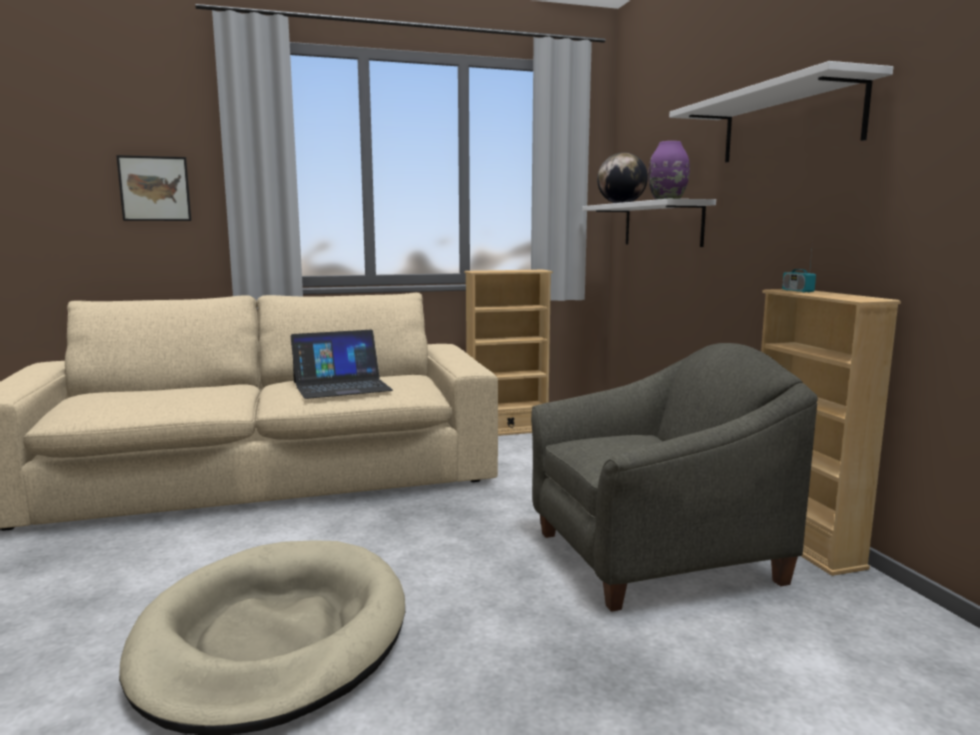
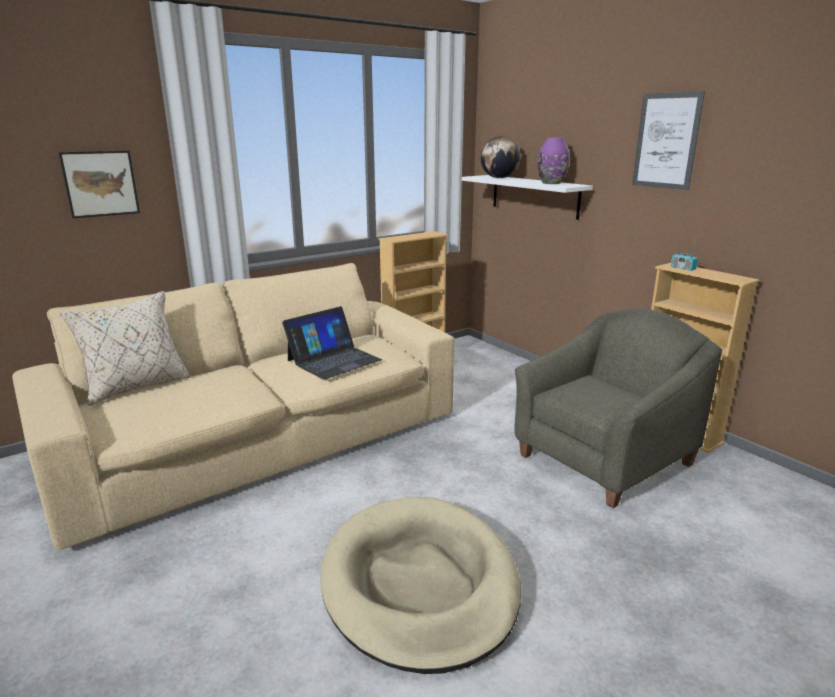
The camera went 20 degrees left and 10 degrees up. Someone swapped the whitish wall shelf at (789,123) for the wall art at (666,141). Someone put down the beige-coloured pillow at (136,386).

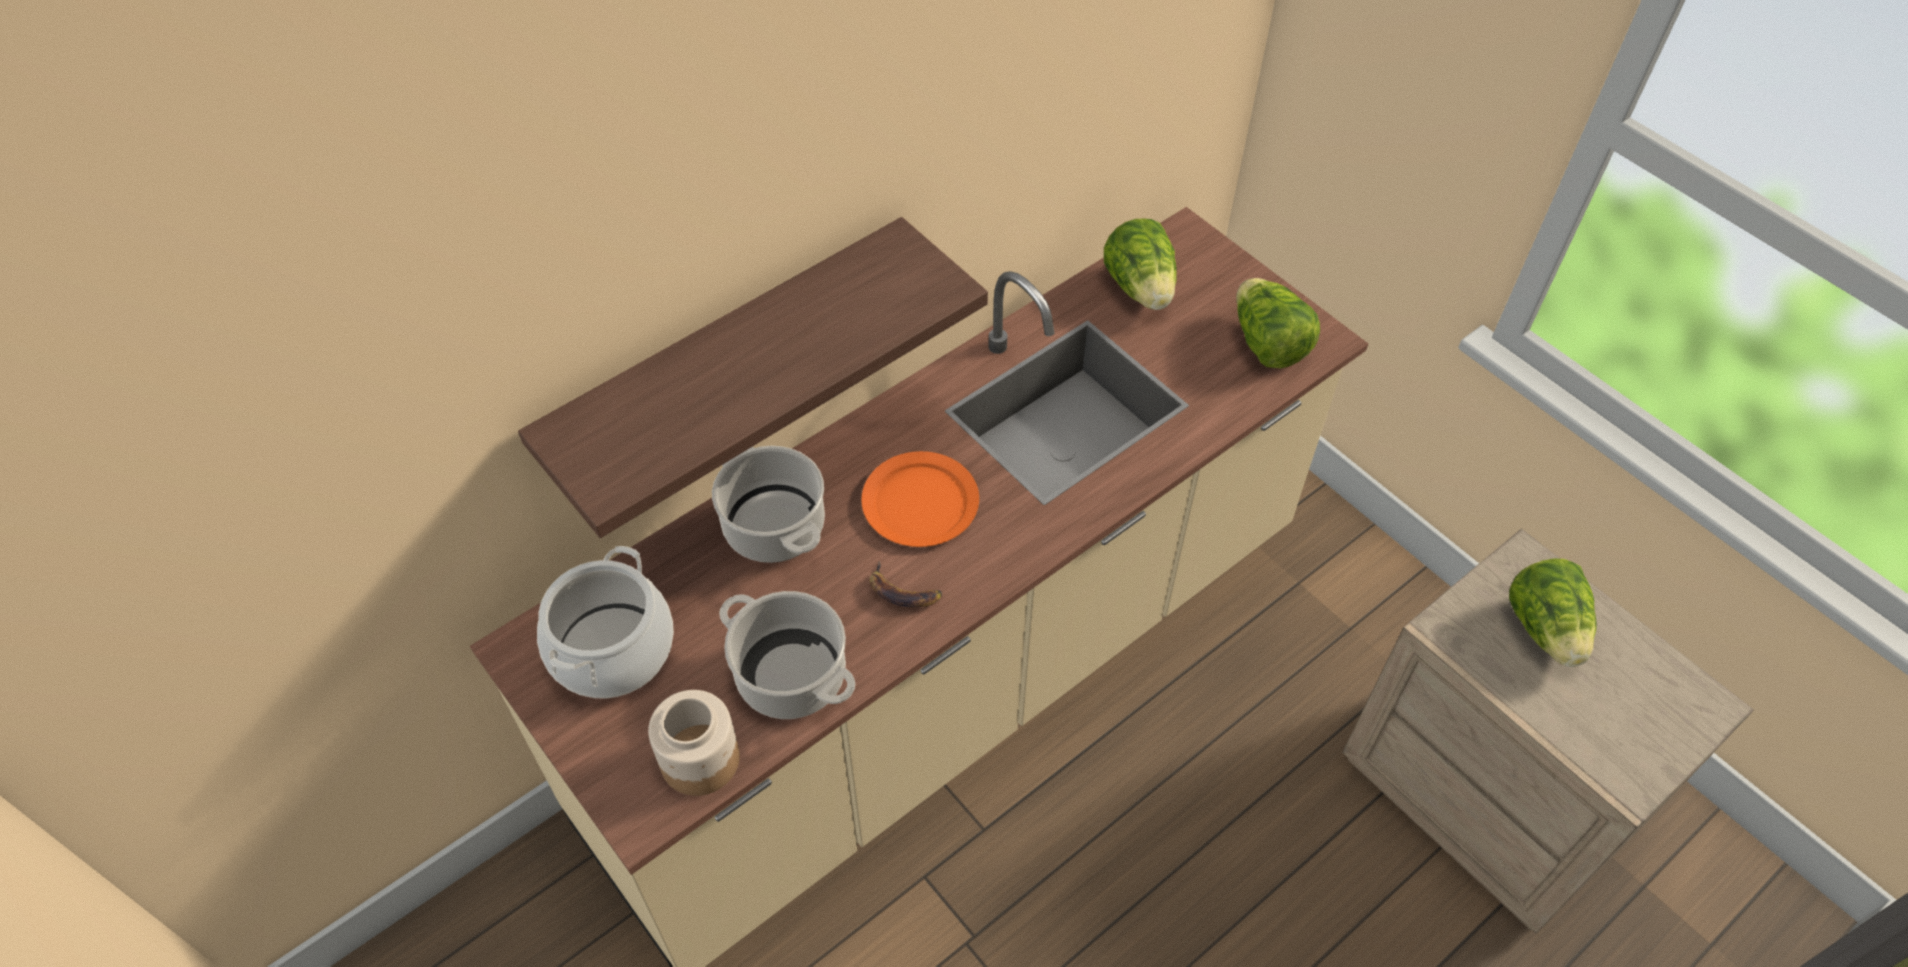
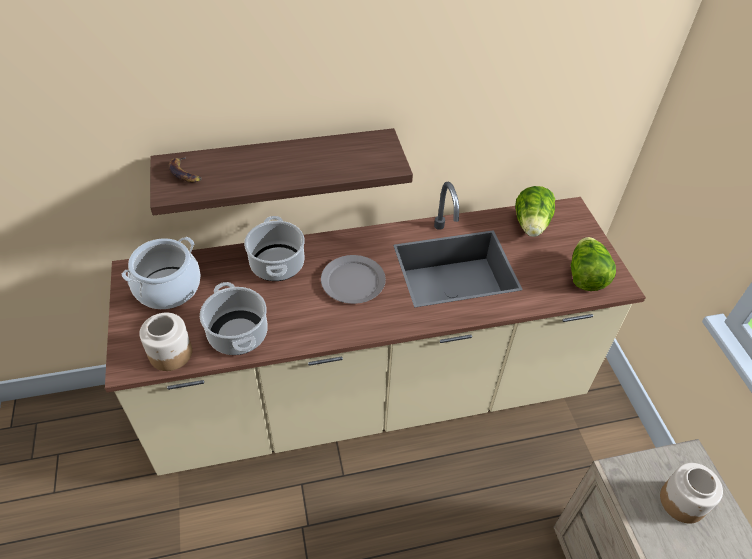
The camera went 25 degrees right and 5 degrees down. Someone repainted the orange plate at (921,503), which became the grey plate at (353,281). Someone swapped the lettuce at (1545,629) for the jar at (682,501). Someone carried the banana fruit from (903,591) to (185,173).

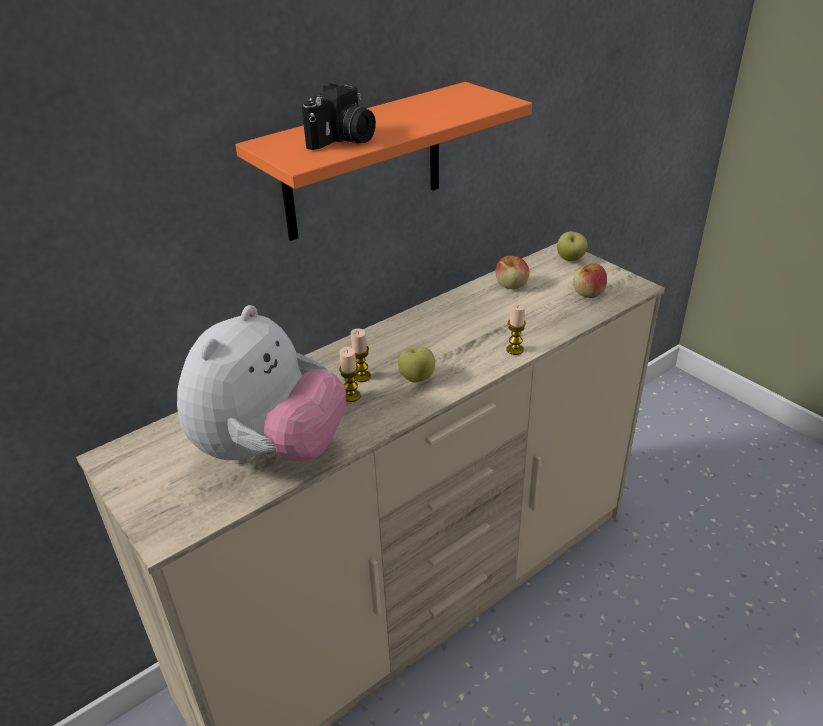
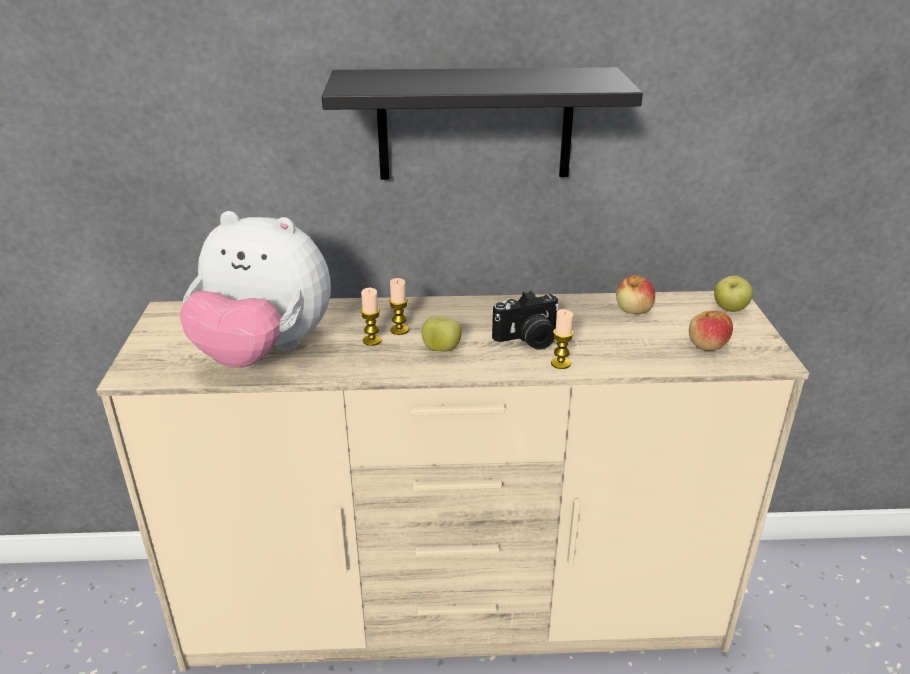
The camera went 35 degrees right and 5 degrees down. Someone repainted the orange wall shelf at (364,162), which became the blackish wall shelf at (475,124). Someone carried the still camera from (344,140) to (528,340). Someone rotated the plush toy at (270,451) by 45 degrees clockwise.

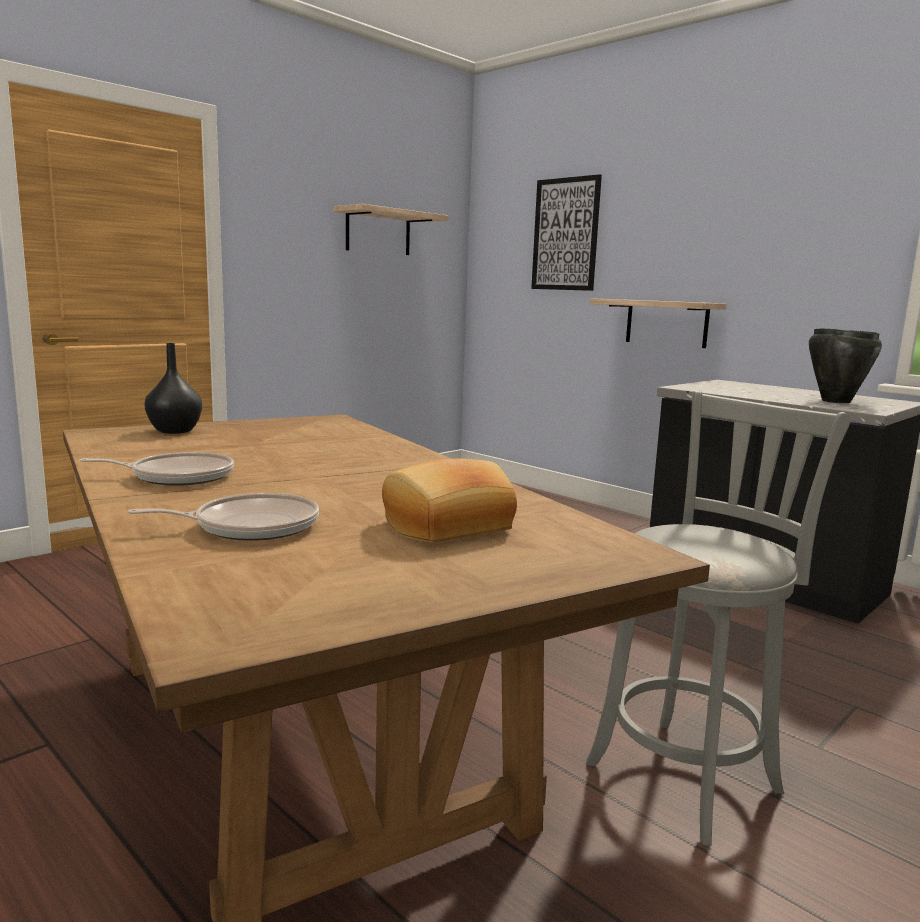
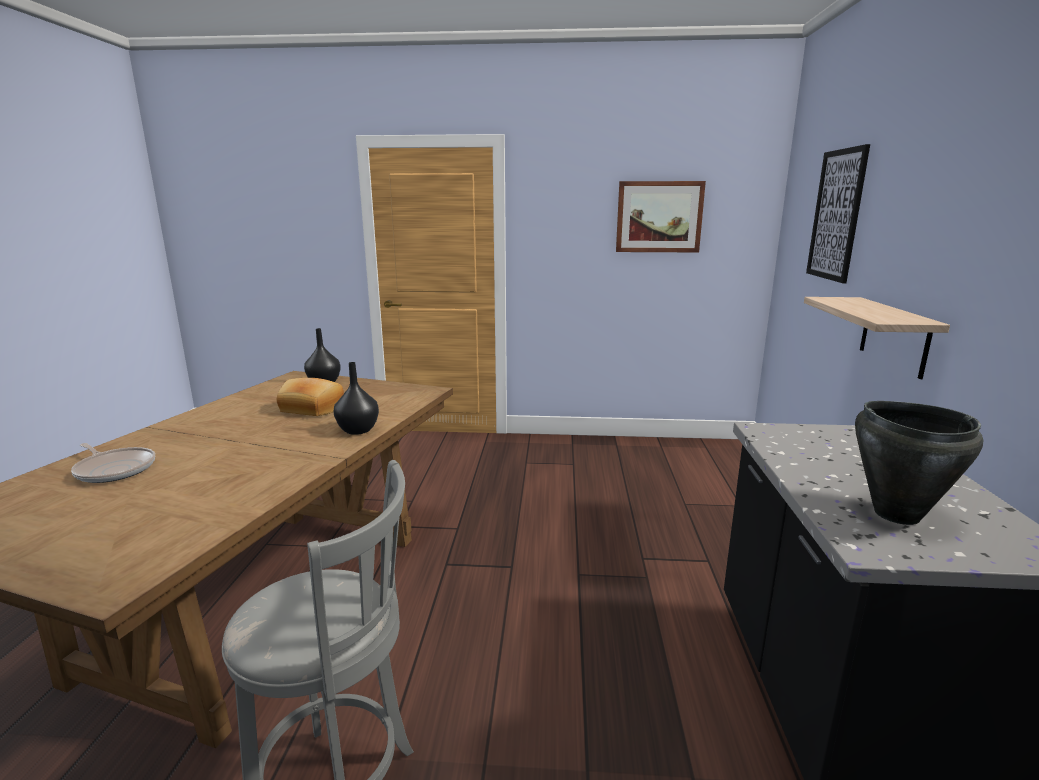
The camera went 50 degrees right and 5 degrees up. Someone swapped the wall shelf at (378,232) for the wall art at (659,217). Someone took away the pan at (177,476). Someone carried the baked bread from (448,527) to (311,409). Someone put down the blackish decorative vase at (357,430).

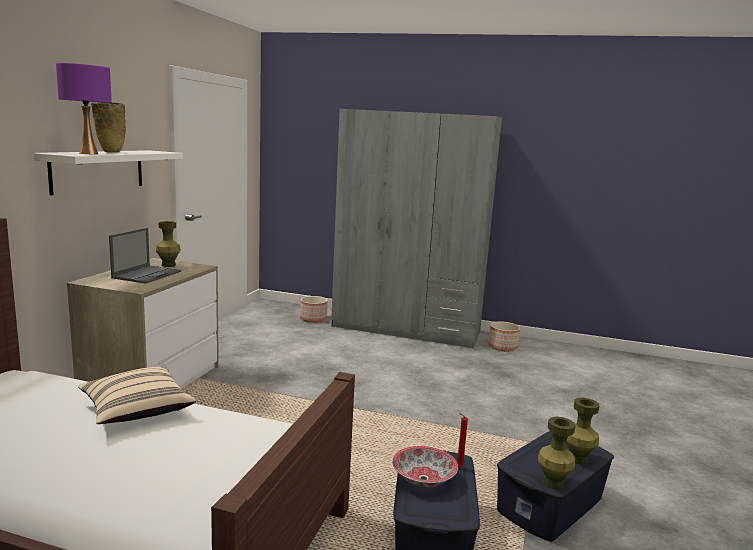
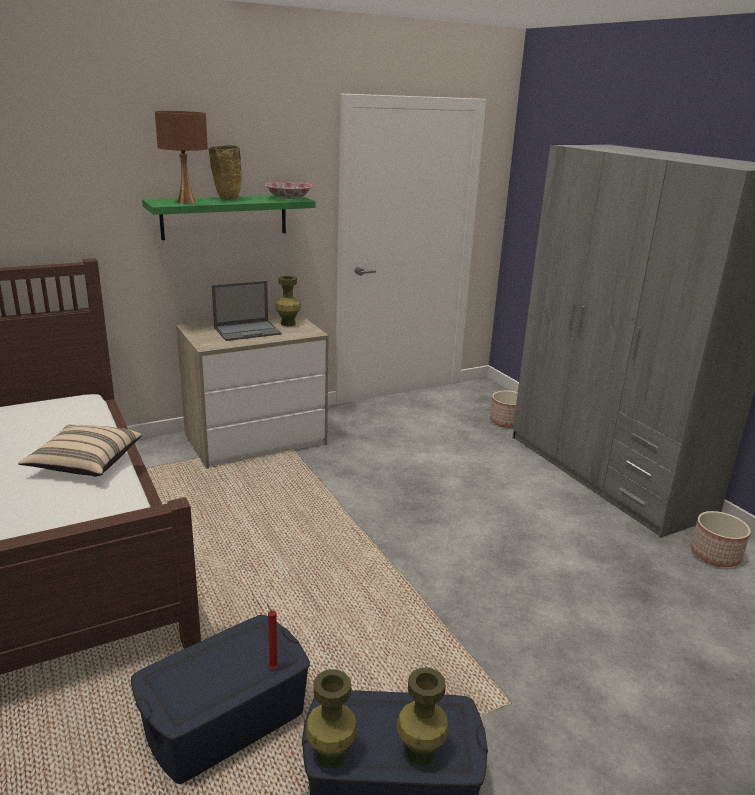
The camera went 45 degrees right and 10 degrees up. Someone repainted the purple table lamp at (88,153), which became the brown table lamp at (186,202). Someone repainted the whitish wall shelf at (98,170), which became the green wall shelf at (224,216). Someone carried the serving bowl from (423,479) to (288,198).

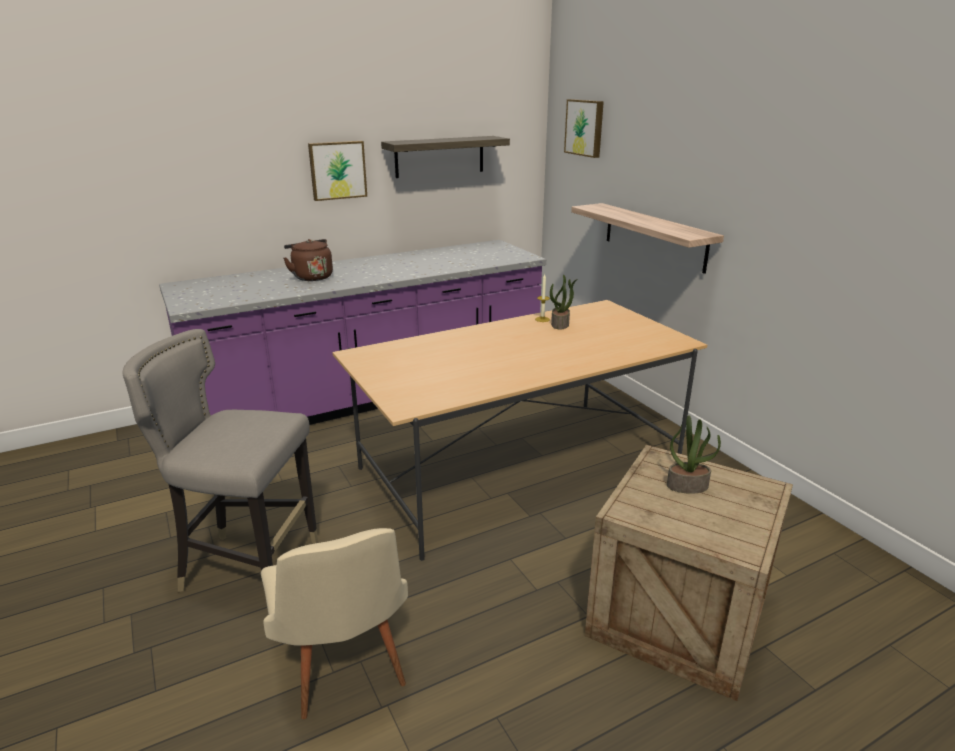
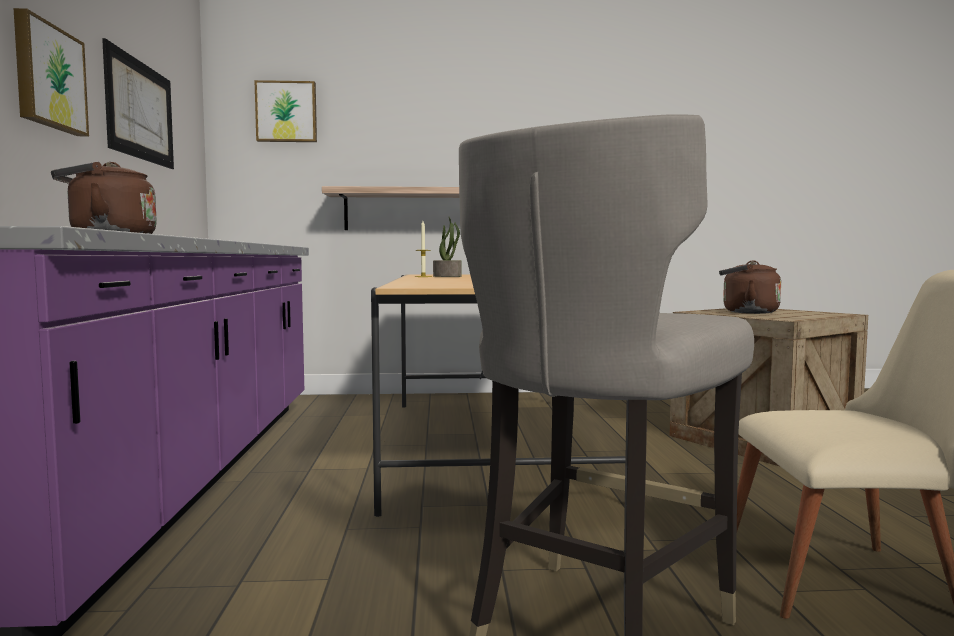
The camera went 65 degrees left and 20 degrees down. Someone swapped the wall shelf at (439,156) for the wall art at (140,111). Someone swapped the plant in a pot at (687,485) for the brown water kettle at (746,312).

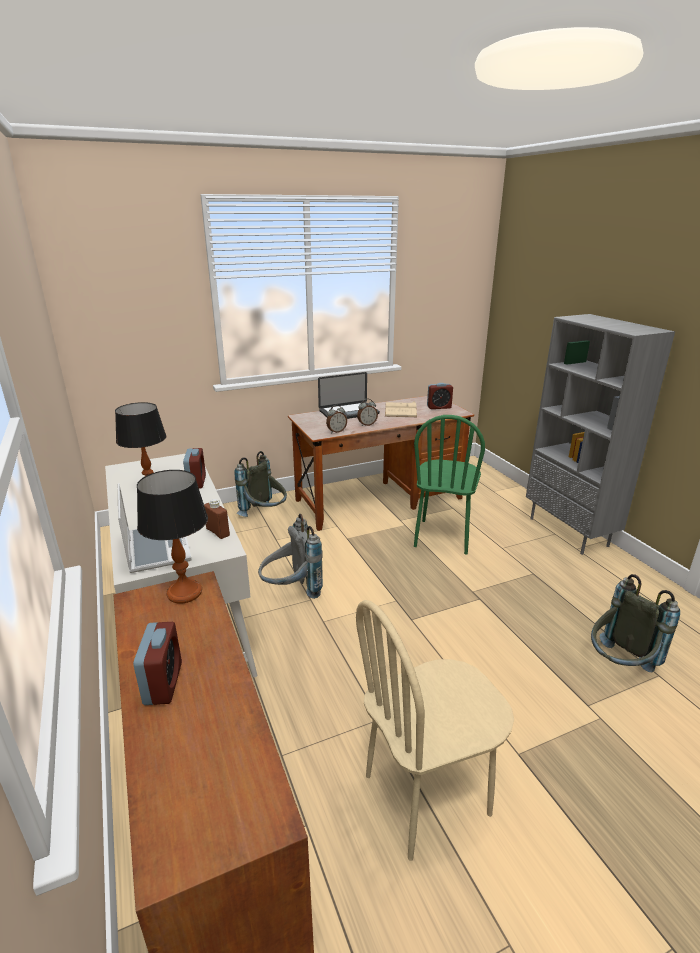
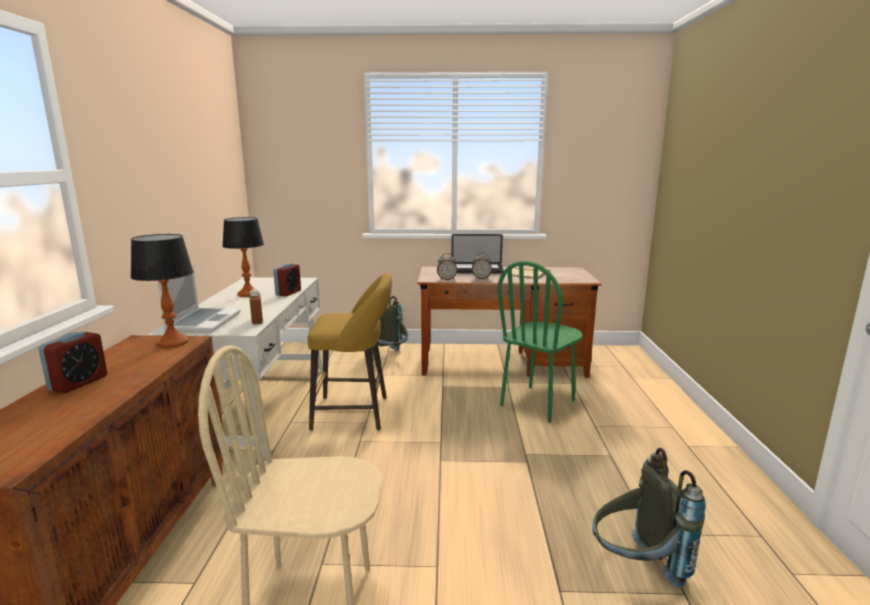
The camera went 25 degrees right and 10 degrees down. Someone took away the grey bookshelf at (569,532). Someone took away the bedside clock at (439,407). Someone swapped the grey knapsack at (291,591) for the yellow-coloured sitting stool at (355,413).

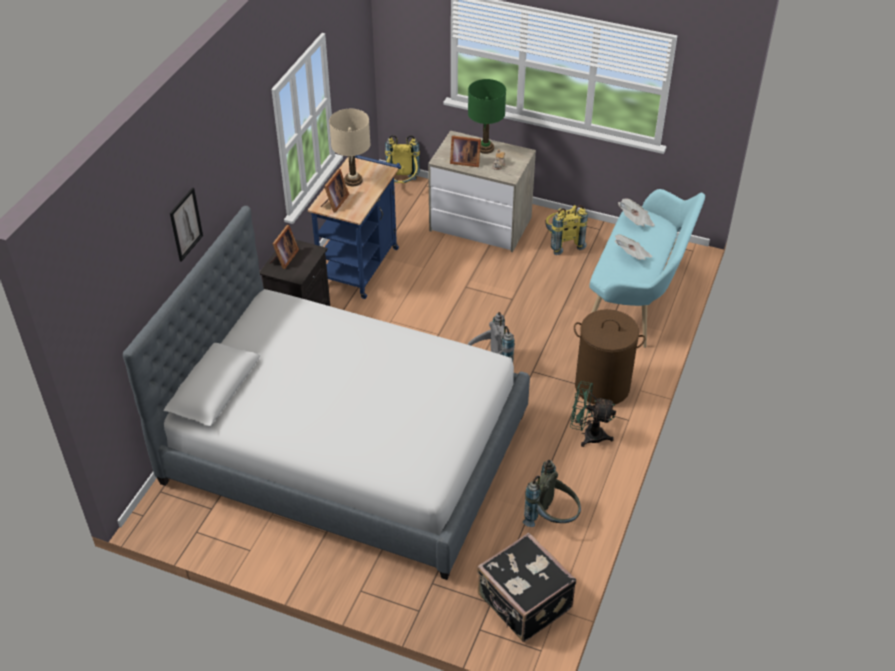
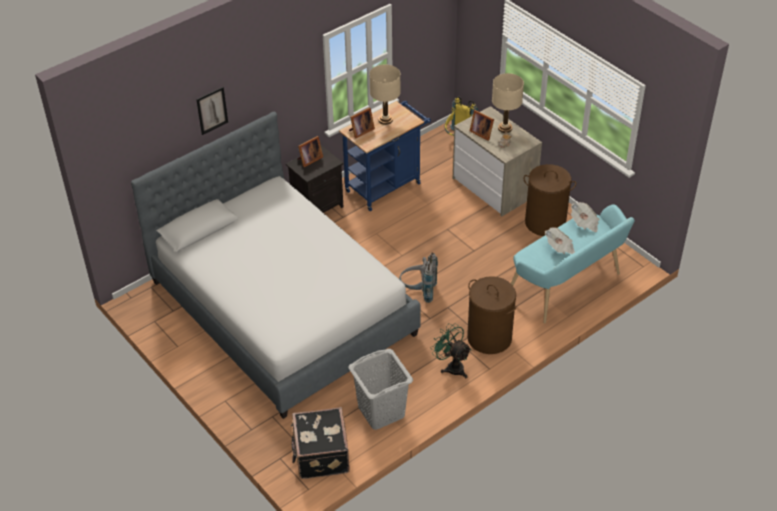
The camera went 30 degrees right and 0 degrees up. Someone repainted the green table lamp at (485,148), which became the beige-coloured table lamp at (505,128). Someone swapped the yellow-coloured knapsack at (562,242) for the brown laundry basket at (545,223). Someone swapped the grey knapsack at (552,519) for the grey laundry basket at (381,411).

